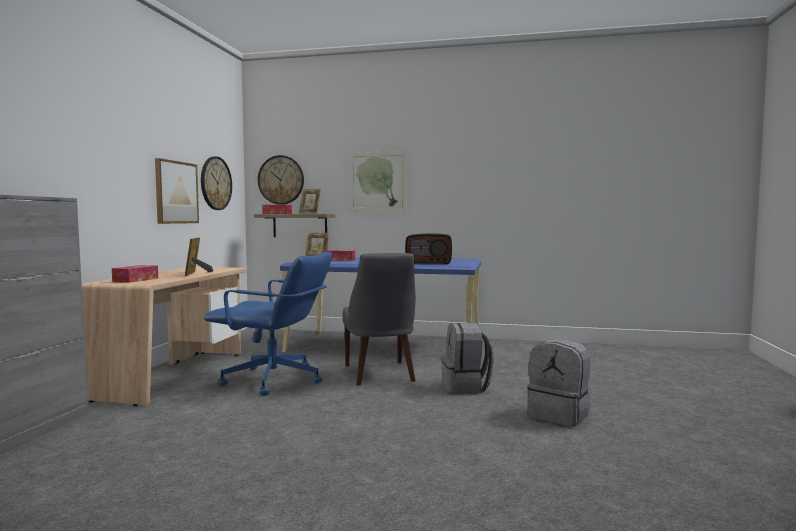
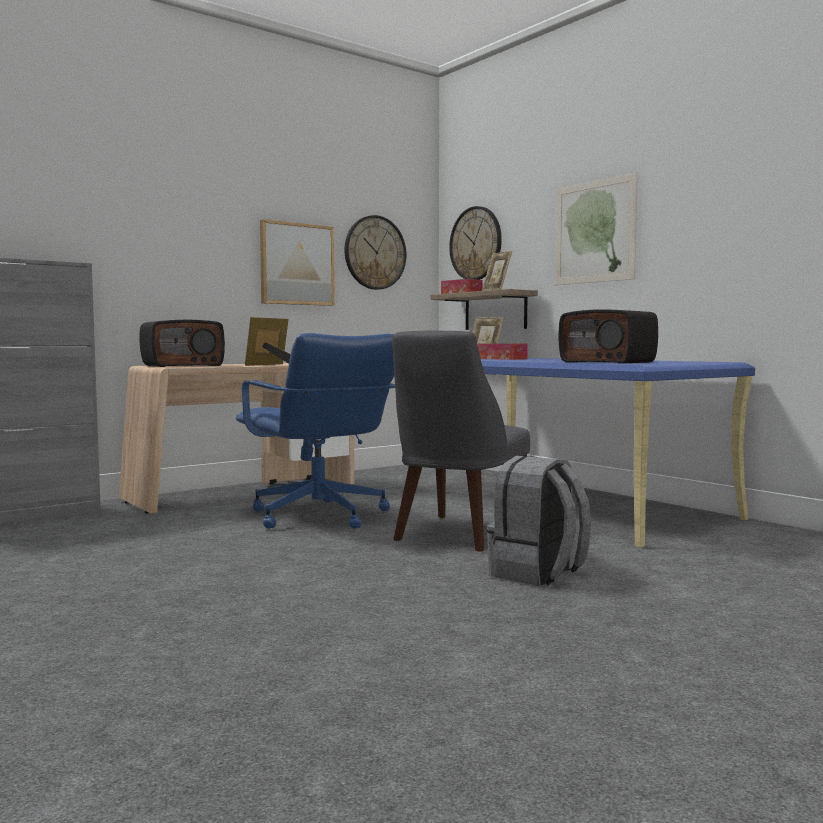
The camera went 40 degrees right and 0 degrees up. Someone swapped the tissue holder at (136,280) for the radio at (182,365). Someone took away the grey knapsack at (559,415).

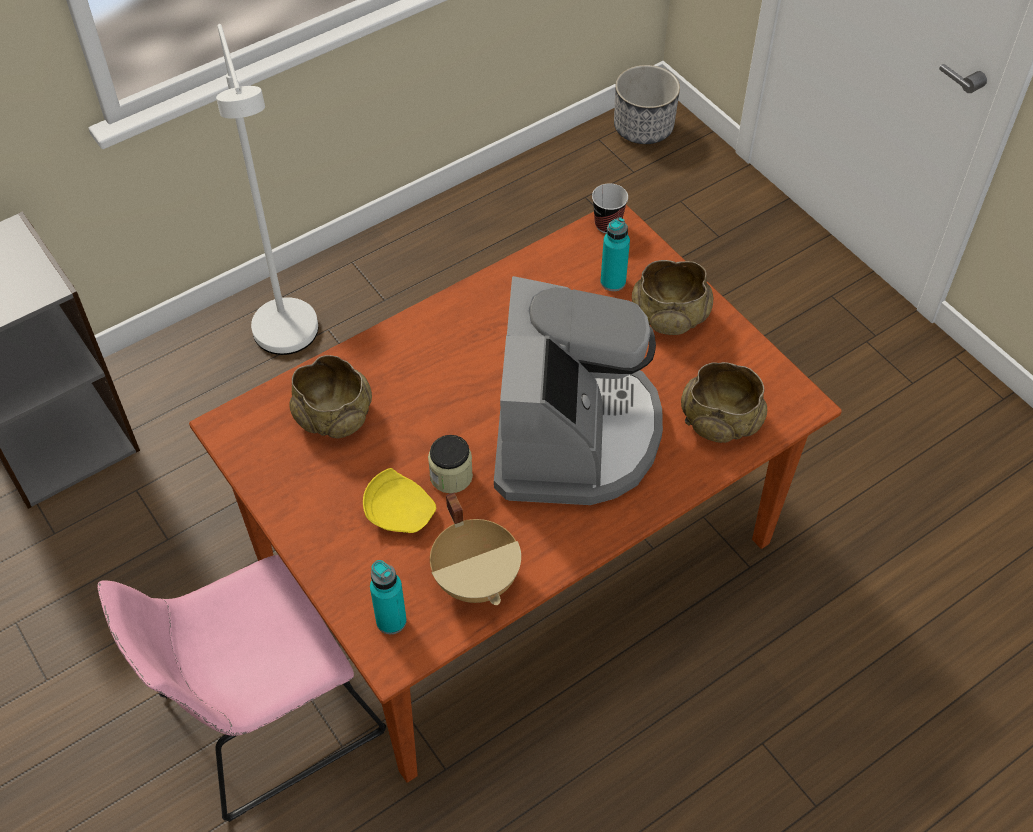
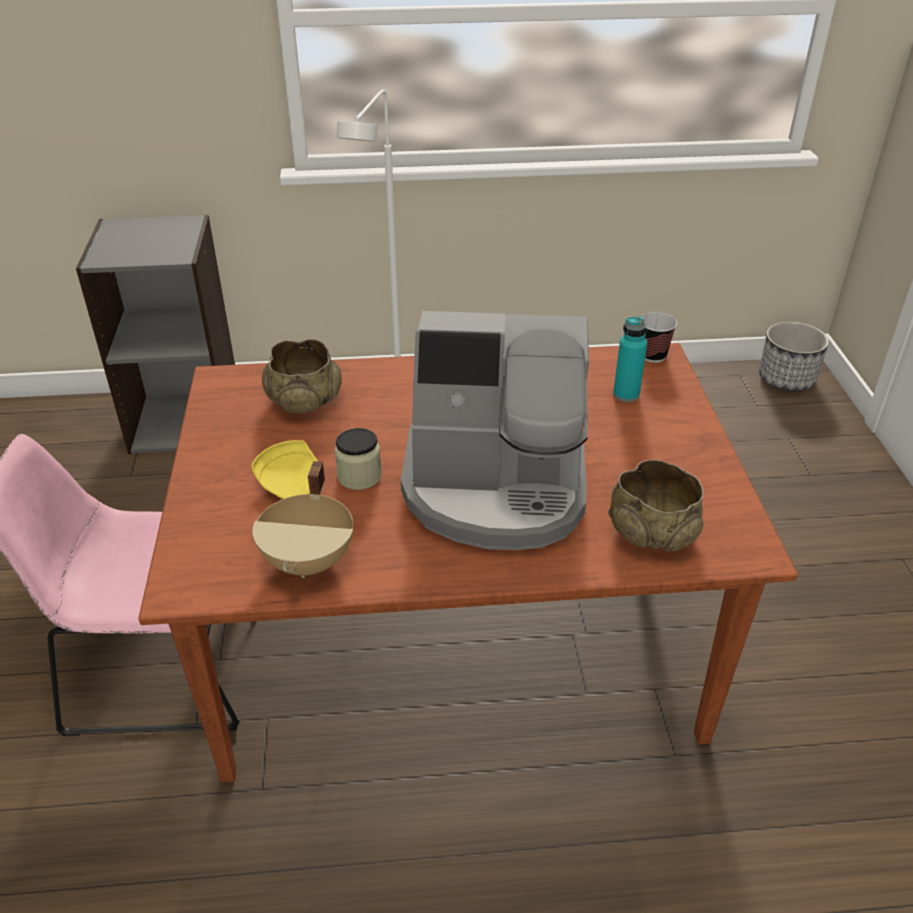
The camera went 30 degrees right and 15 degrees down. Someone took away the beige-coloured serving bowl at (669,315). Someone rotated the coffee brewer at (573,435) by 60 degrees clockwise. Someone took away the turquoise bottle at (391,620).

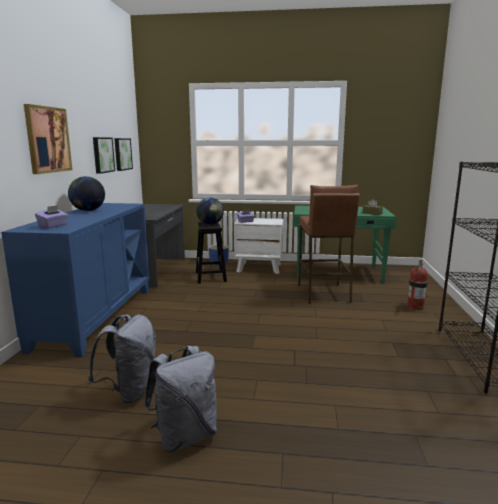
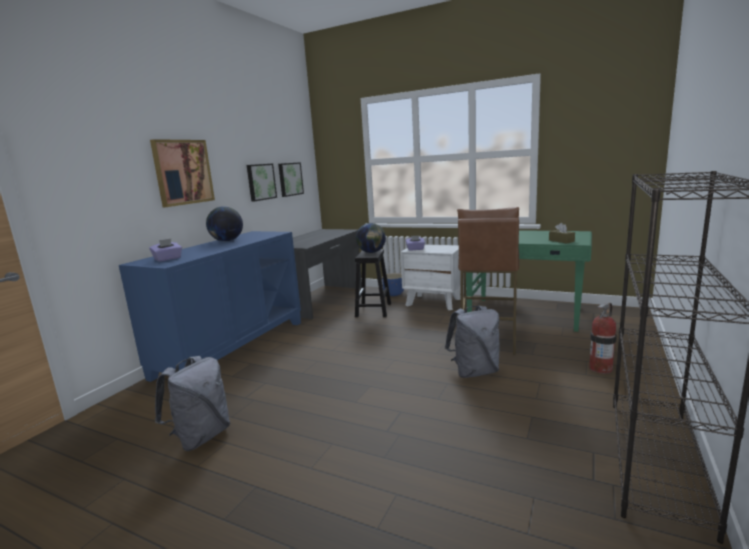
The camera went 20 degrees right and 0 degrees up. Someone carried the grey knapsack from (185,436) to (474,372).

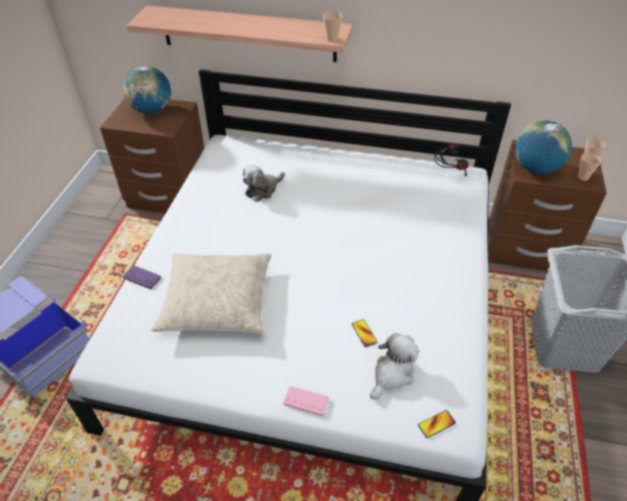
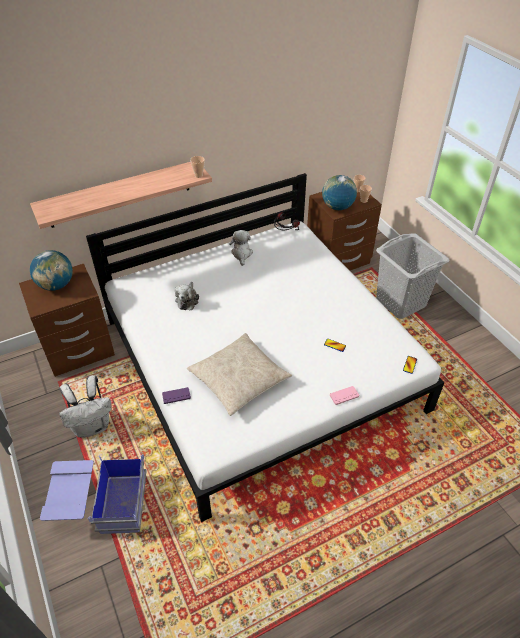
The camera went 40 degrees left and 0 degrees up. Someone carried the plush toy from (392,374) to (241,254). Someone put down the whitish knapsack at (92,426).

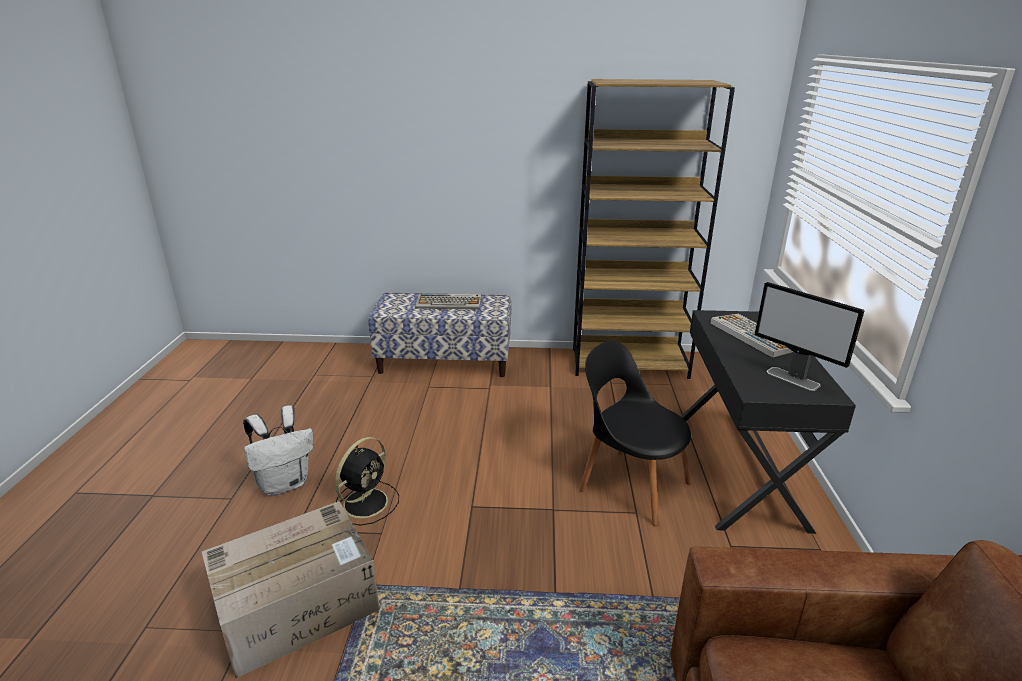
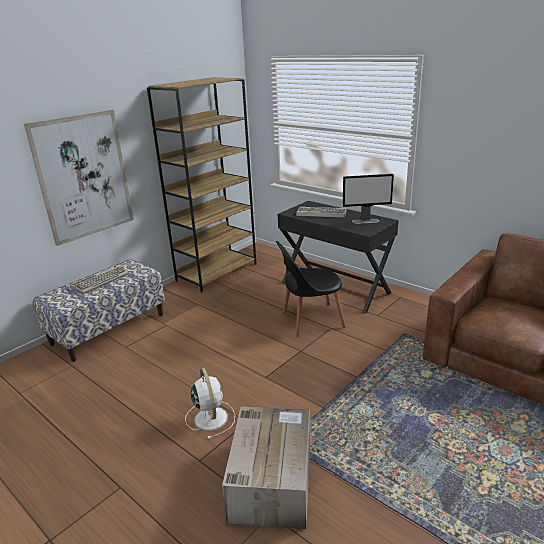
The camera went 50 degrees left and 0 degrees up. Someone took away the whitish knapsack at (285,483). Someone repainted the blackish cooling fan at (367,501), which became the whitish cooling fan at (210,417). Someone put up the wall art at (83,176).

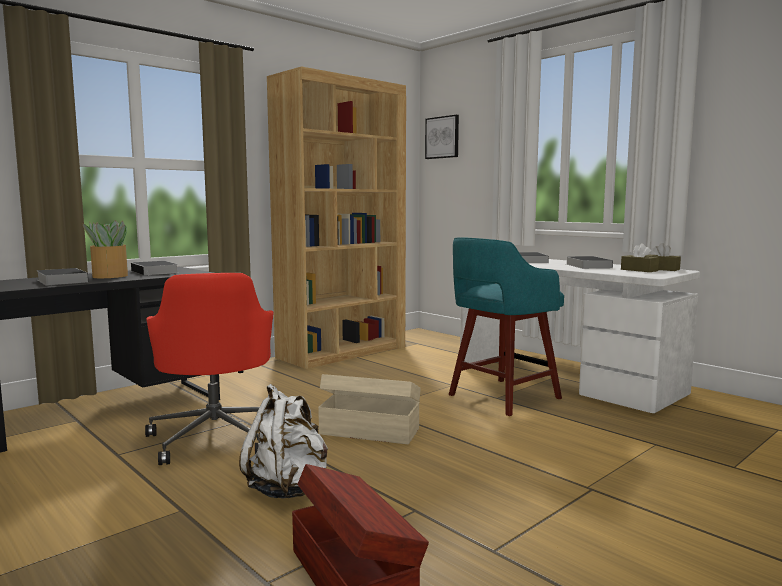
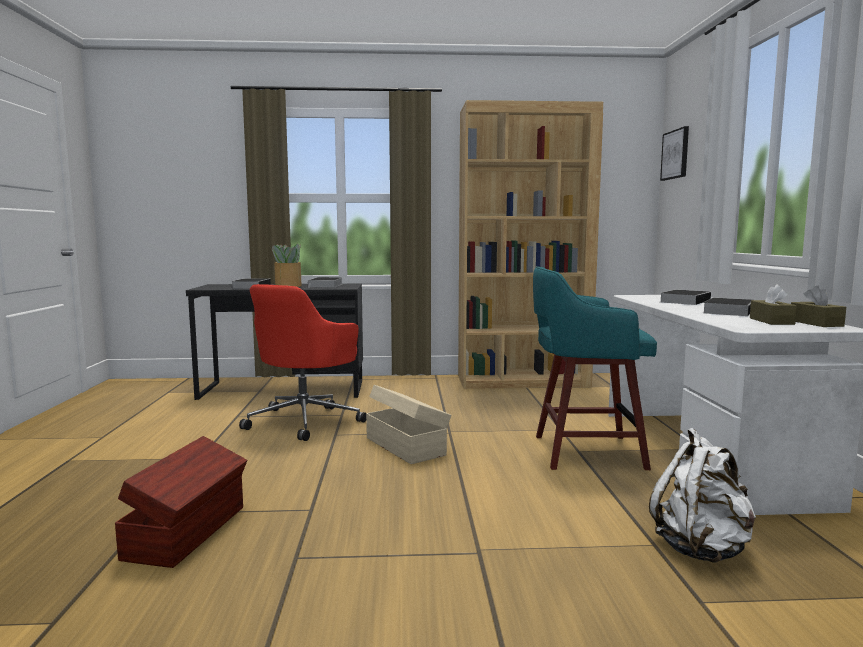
The camera went 40 degrees right and 0 degrees up. Someone carried the whitish knapsack from (288,488) to (702,549).

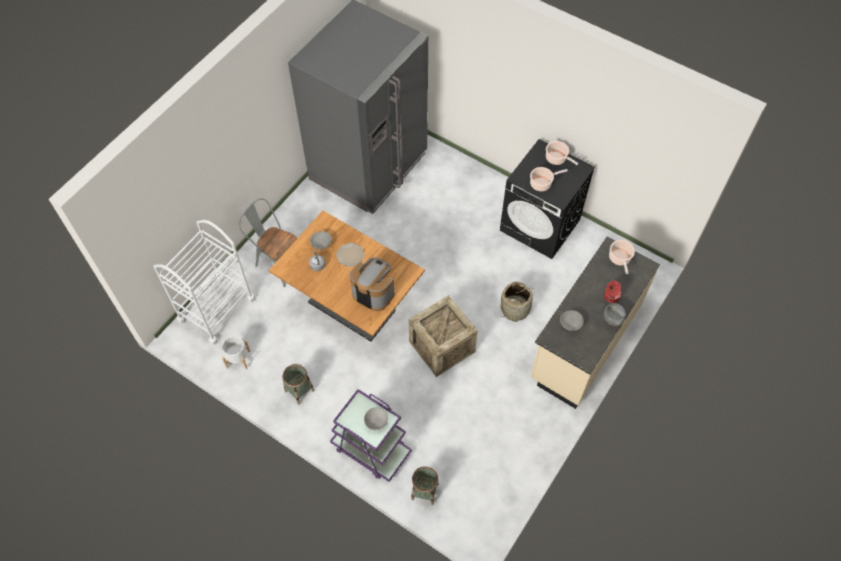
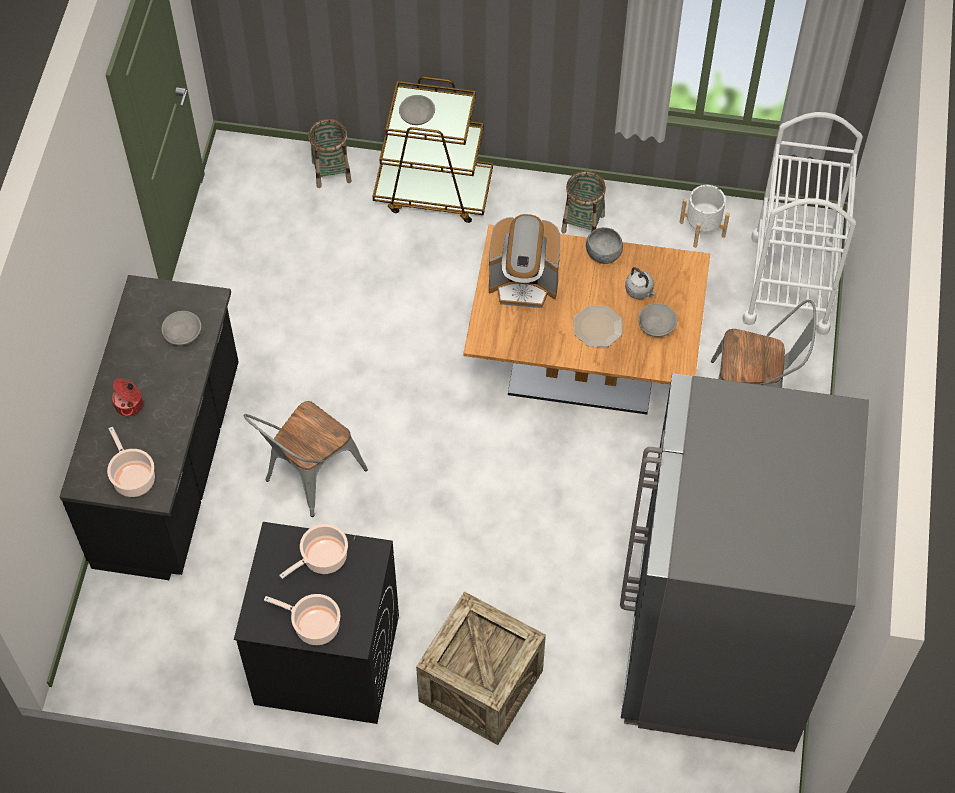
The camera went 155 degrees right and 0 degrees up. Someone repainted the beige-coloured kitchen counter at (584,342), which became the blackish kitchen counter at (170,467). Someone swapped the household basket at (515,309) for the grey upright chair at (308,478). Someone carried the shipping crate from (441,347) to (481,686). Someone carried the grey serving bowl from (612,319) to (603,255). Someone repainted the purple wheeled cart at (371,449), which became the brown wheeled cart at (434,192).

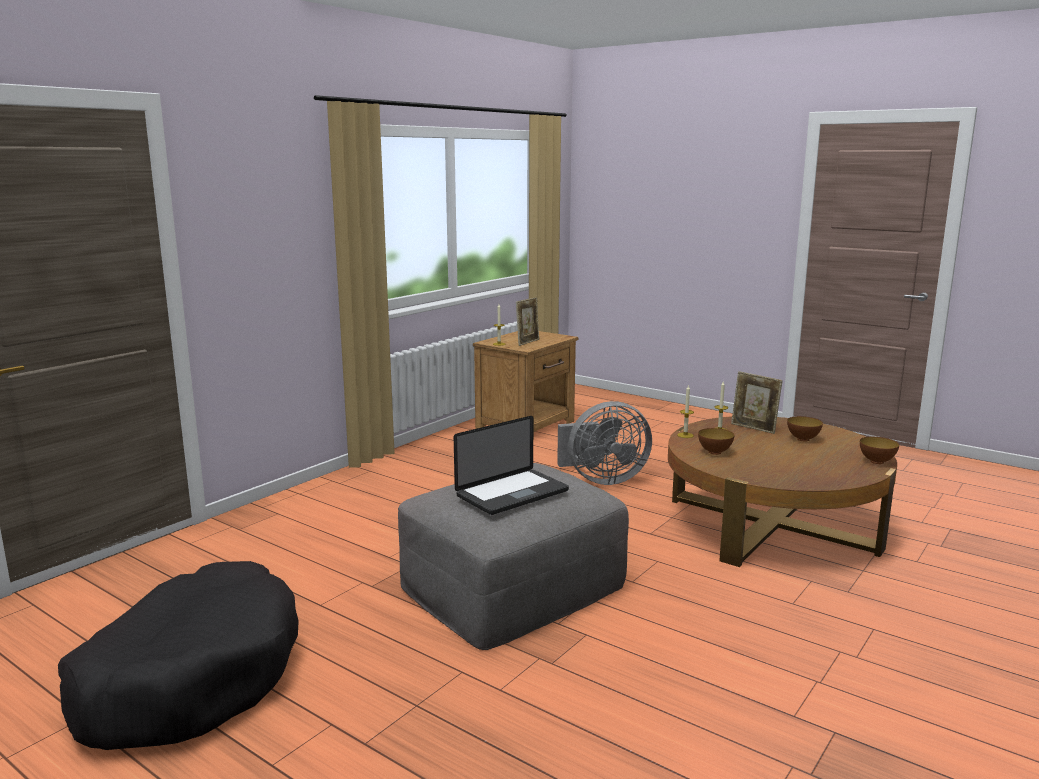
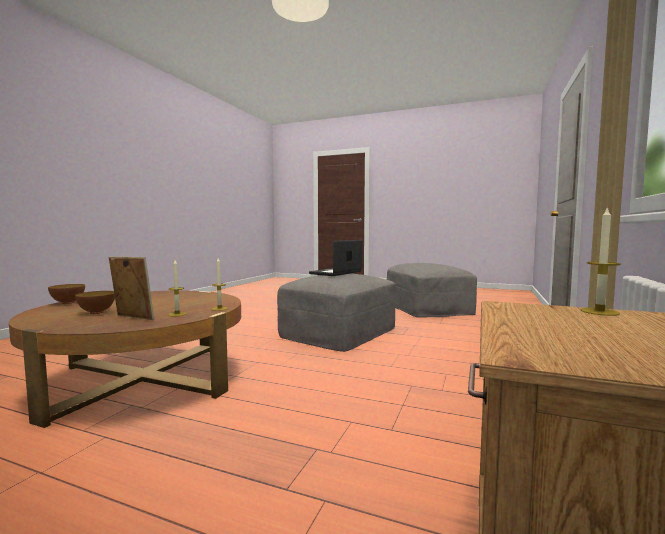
The camera went 165 degrees right and 10 degrees down. Someone took away the picture frame at (527,342). Someone took away the grey cooling fan at (602,479). Someone took away the serving bowl at (715,452). Someone swapped the blackish dog cushion at (190,677) for the grey pouffe at (427,308).

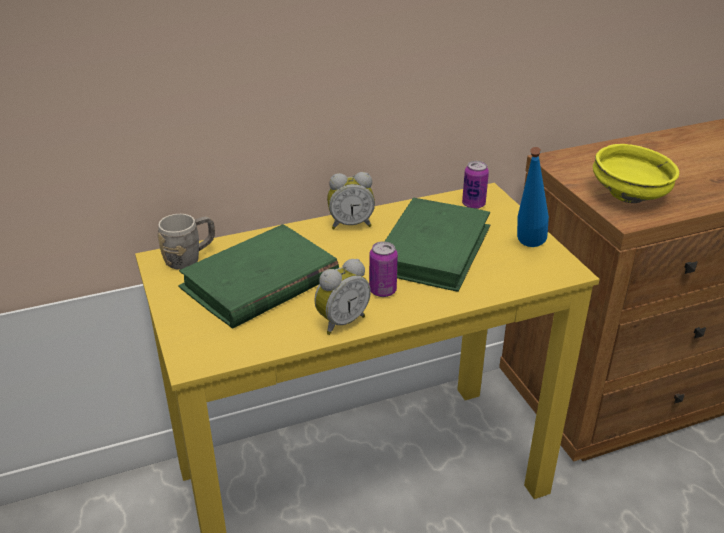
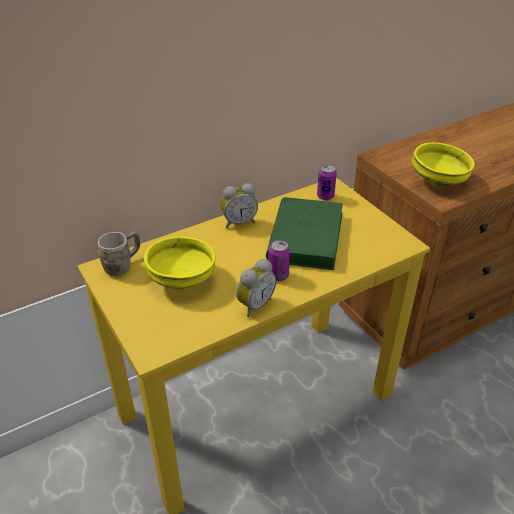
The camera went 10 degrees left and 5 degrees up. Someone took away the blue bottle at (527,248). Someone swapped the green bound book at (259,282) for the yellow-coloured serving bowl at (183,279).

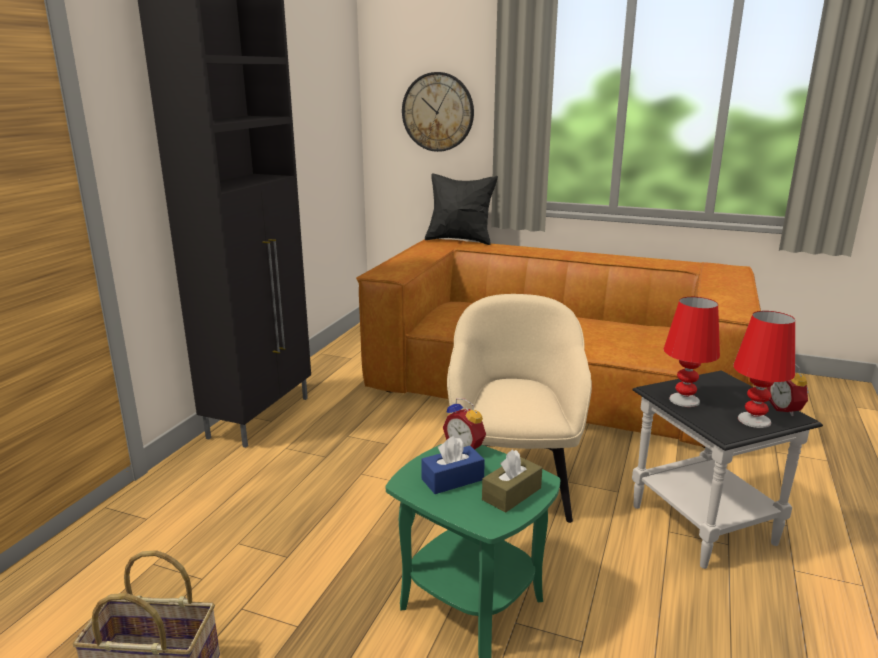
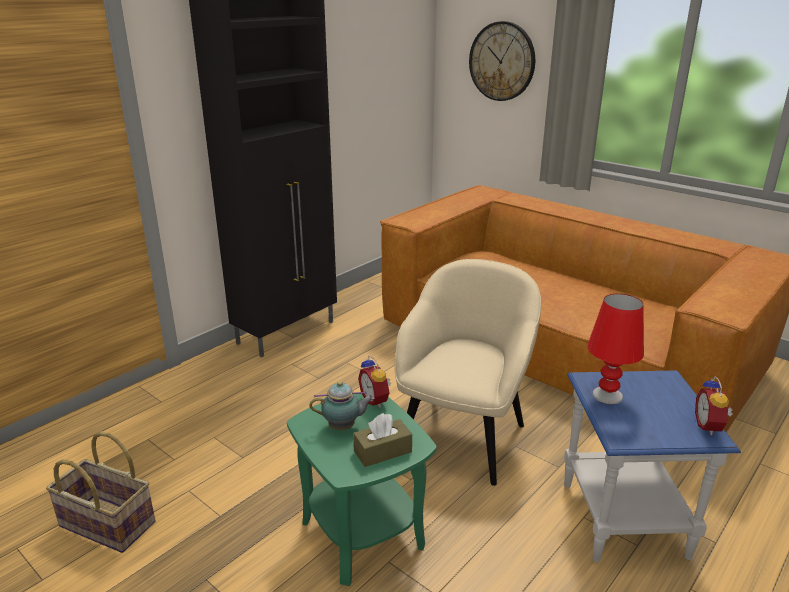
The camera went 20 degrees right and 5 degrees up. Someone took away the blackish pillow at (460,240). Someone took away the red table lamp at (754,420). Someone repainted the blackish accent table at (704,525), which became the blue accent table at (624,520). Someone swapped the blue tissue holder at (452,479) for the tea pot at (343,427).

